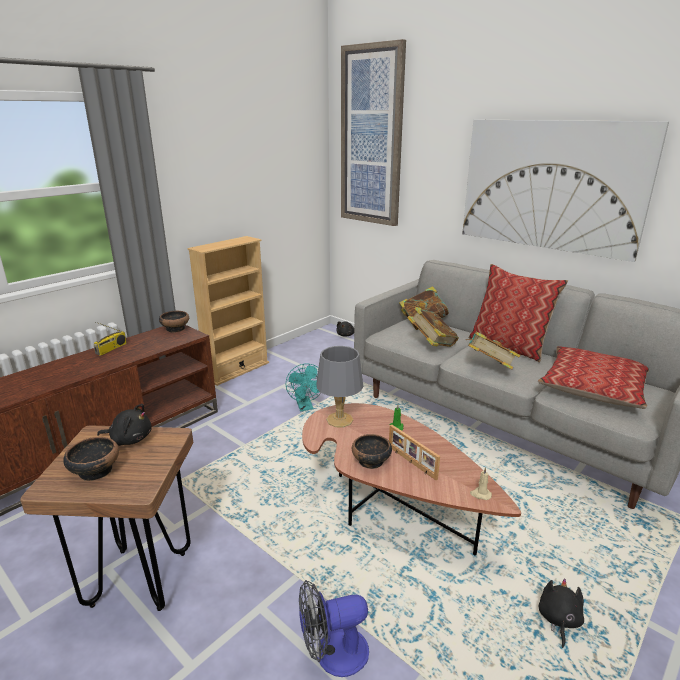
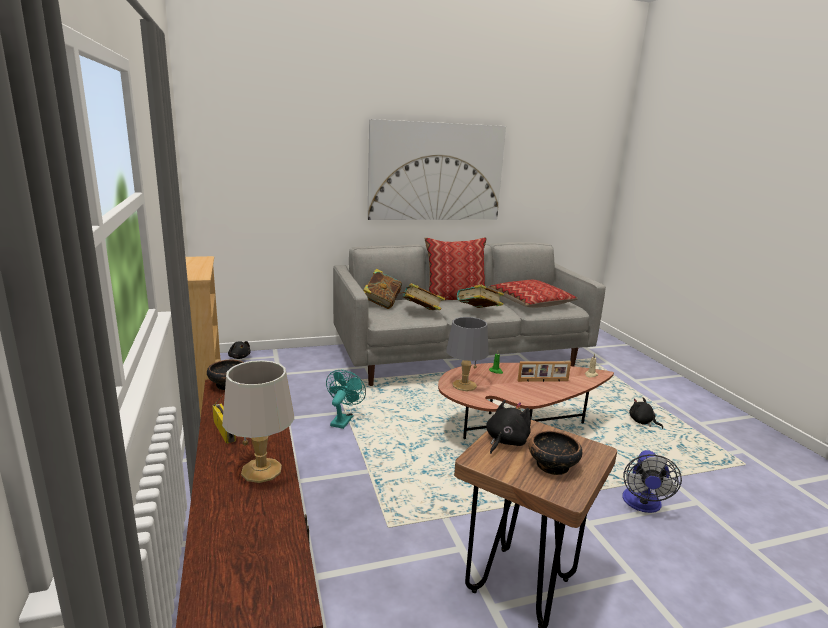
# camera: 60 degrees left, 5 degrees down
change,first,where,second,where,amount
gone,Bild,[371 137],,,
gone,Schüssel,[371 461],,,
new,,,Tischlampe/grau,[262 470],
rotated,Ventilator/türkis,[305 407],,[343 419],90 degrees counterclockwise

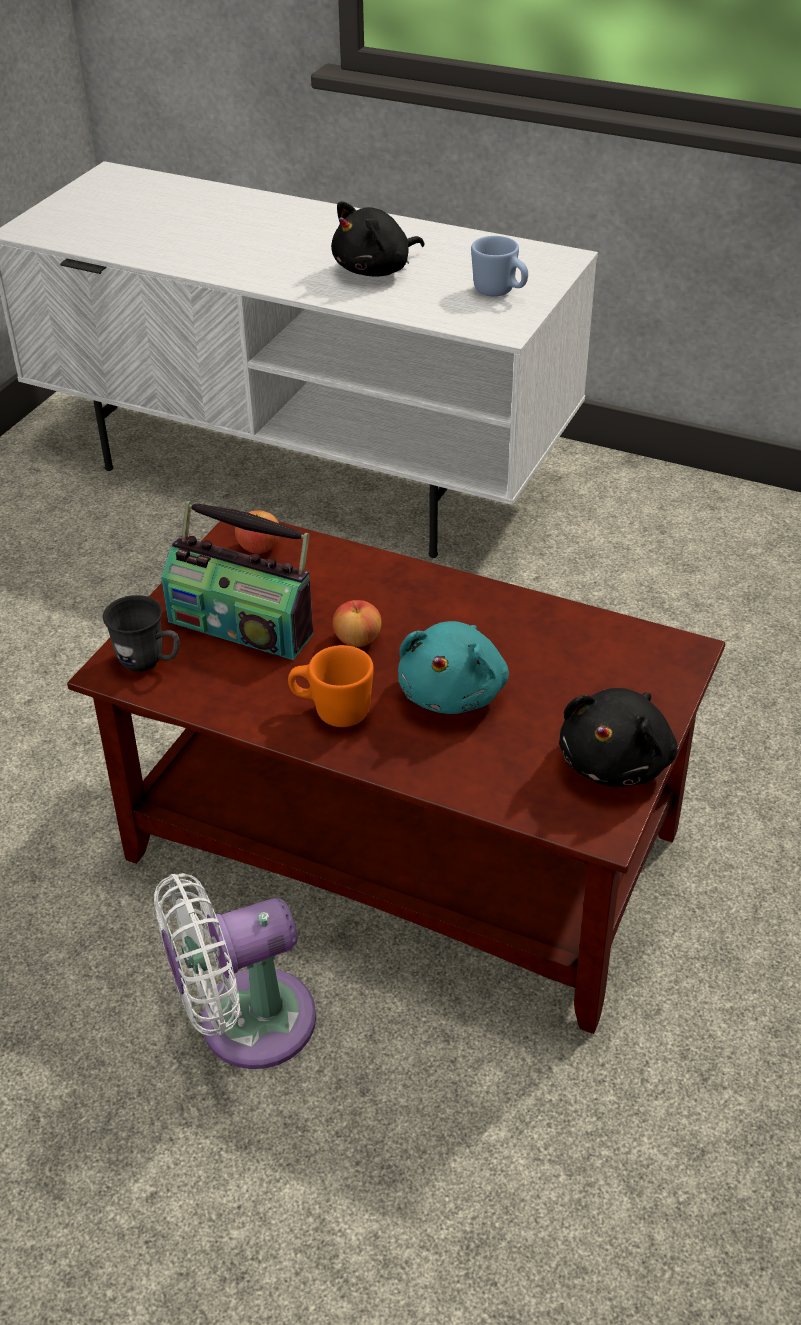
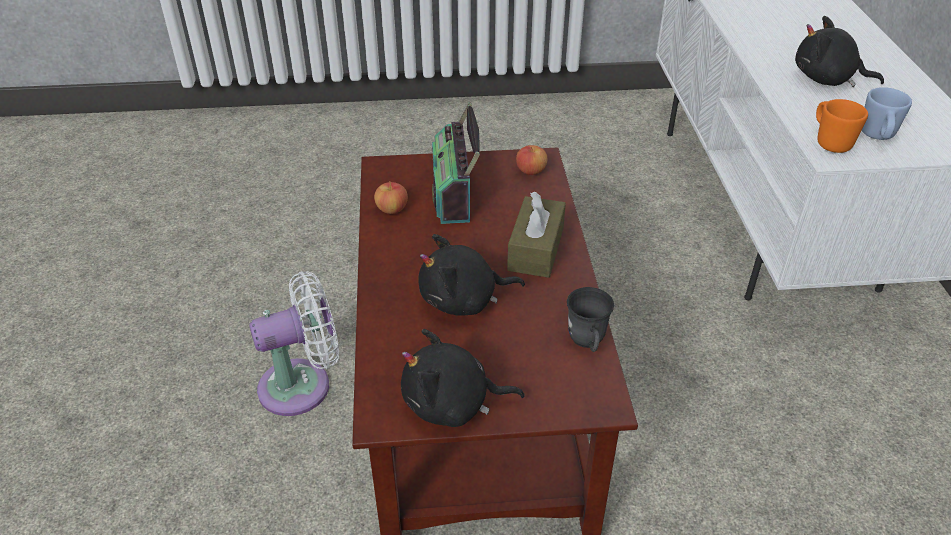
# camera: 60 degrees right, 0 degrees up
change,first,where,second,where,amount
new,,,Taschentuchbox/braun,[536 249],
shifted,Henkelbecher/grau,[149 662],,[587 343],
shifted,Henkelbecher/orange,[332 711],,[829 142],
shifted,Apfel,[357 639],,[392 209],
repainted,Plüschtier/türkis,[454 692],Plüschtier/schwarz,[463 300],
rotated,Ventilator/weiß,[245 1023],,[302 385],120 degrees clockwise

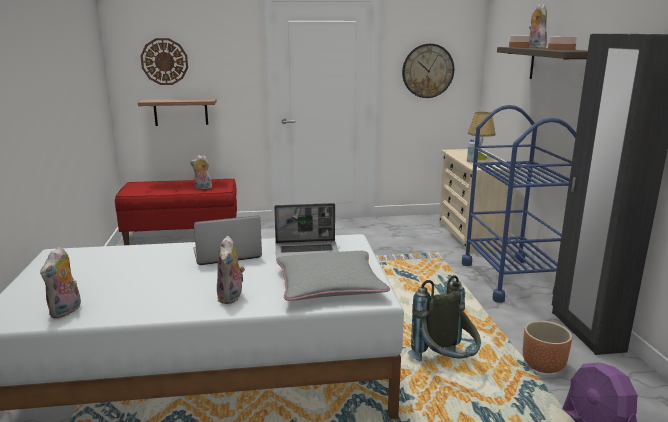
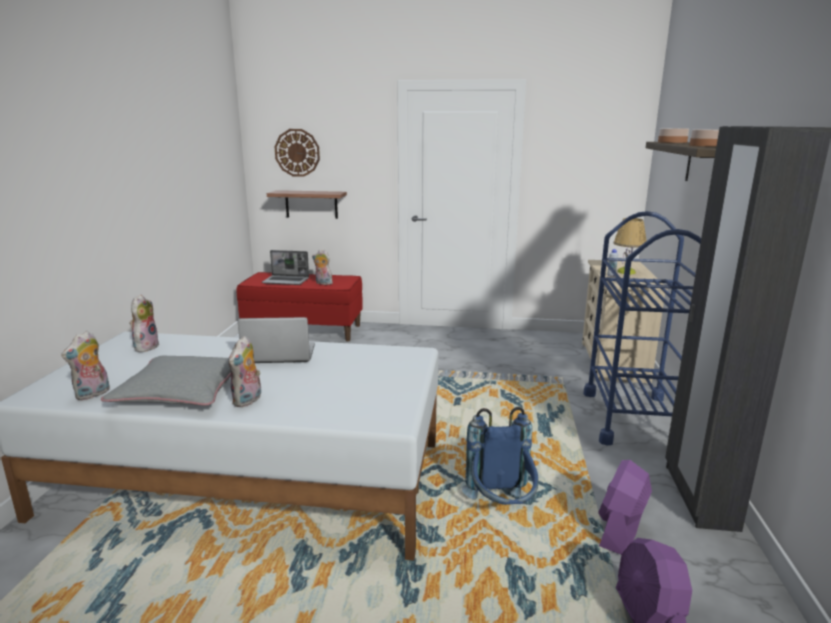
# camera: 15 degrees right, 0 degrees up
change,first,where,second,where,amount
gone,Wanduhr,[427 71],,,
shifted,Laptop,[307 252],,[286 281],
shifted,Kissen/grau,[329 284],,[182 390],
shifted,Plüschtier,[535 48],,[145 346],
swapped,Pflanzkübel/braun,[543 365],Ventilator/lila,[620 530],
repainted,Rucksack/grau,[446 365],Rucksack/blau,[501 509],

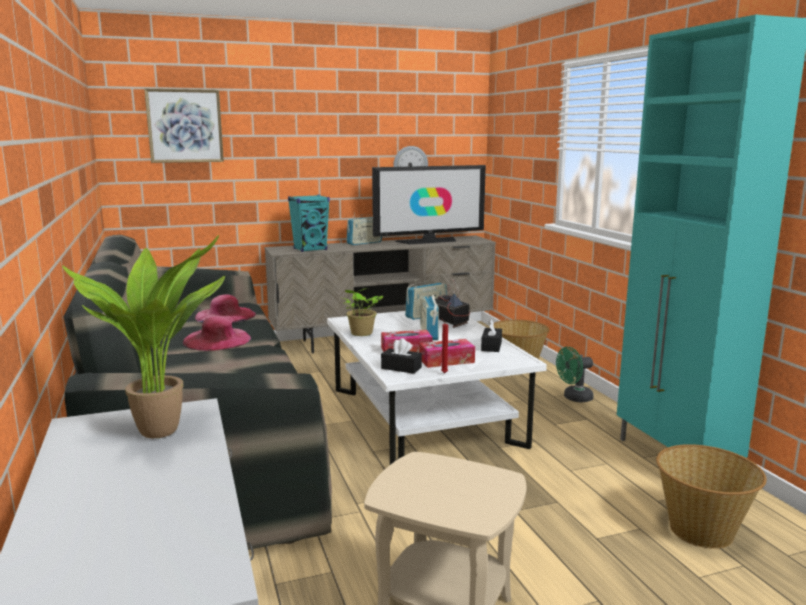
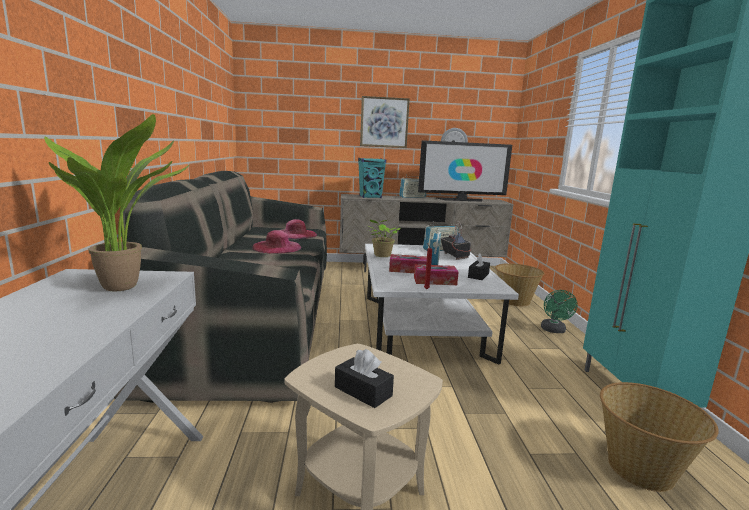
# camera: 15 degrees right, 0 degrees up
change,first,where,second,where,amount
shifted,Bild,[185 126],,[384 122],
shifted,Taschentuchbox/schwarz,[401 368],,[363 391],
rotated,Ventilator/grün,[574 398],,[554 331],75 degrees counterclockwise

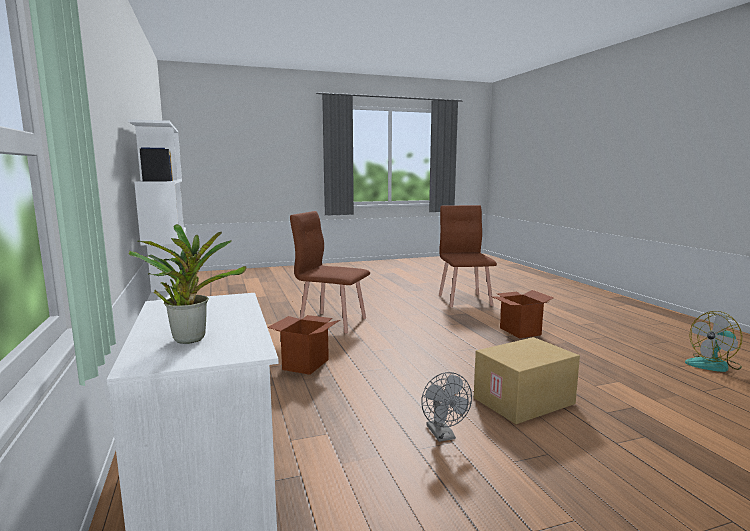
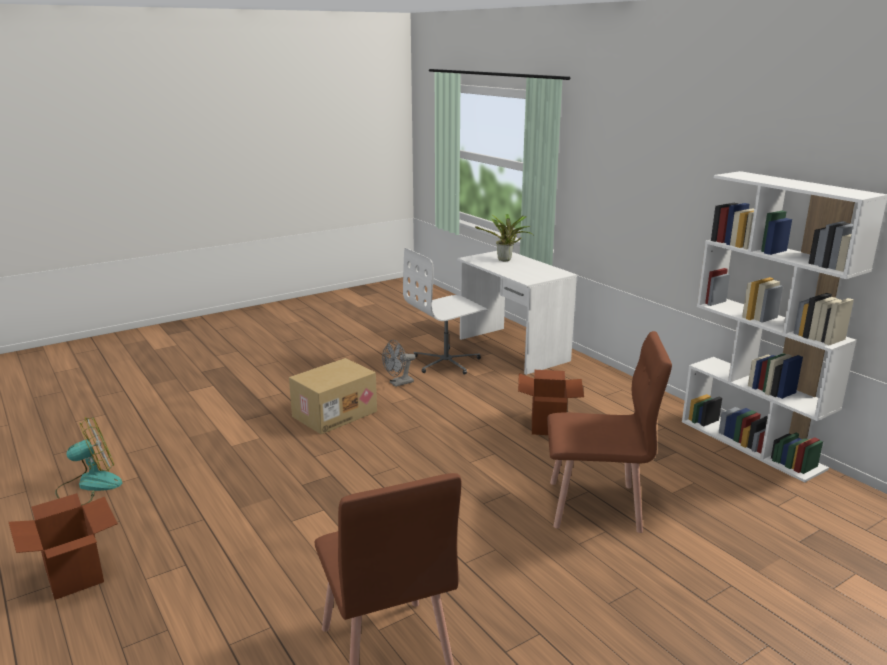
# camera: 165 degrees right, 10 degrees up
change,first,where,second,where,amount
new,,,Bürostuhl/weiß,[446 362],
shifted,Karton,[519 331],,[74 575],
rotated,Ventilator/grau,[443 435],,[398 383],90 degrees counterclockwise

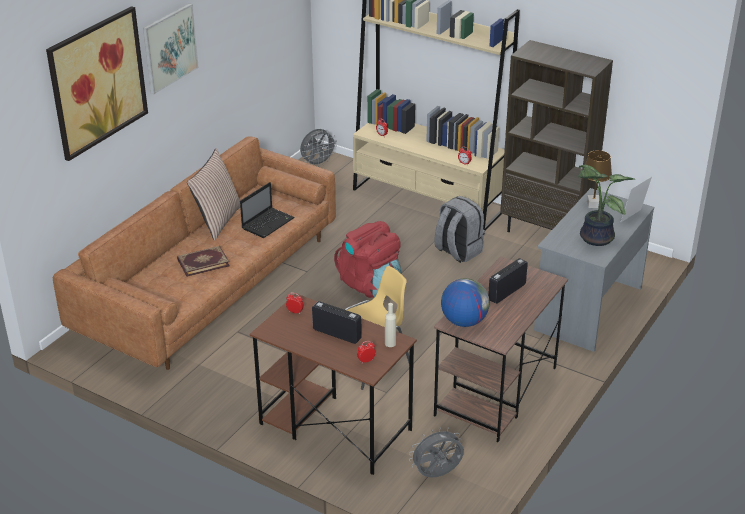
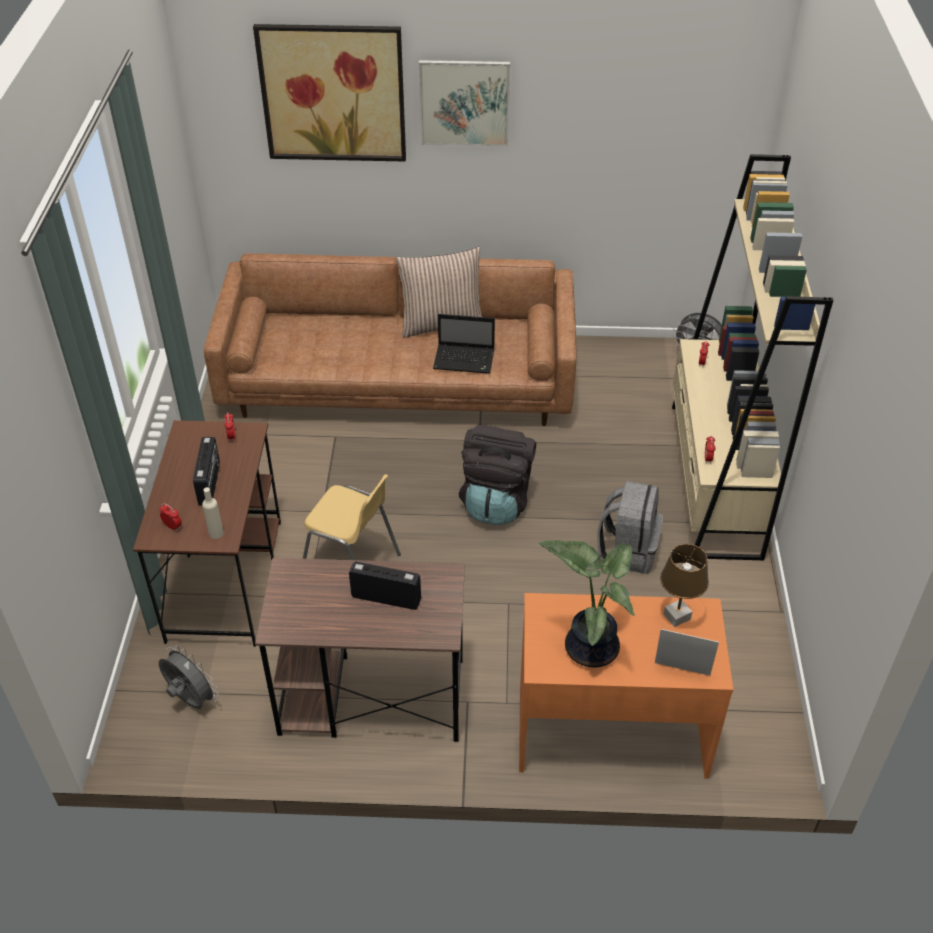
# camera: 60 degrees right, 10 degrees up
change,first,where,second,where,amount
gone,Buch,[203 262],,,
gone,Globus,[464 321],,,
gone,Bücherregal/braun,[546 233],,,
repainted,Rucksack/rot,[370 284],Rucksack/schwarz,[496 501],
repainted,Schreibtisch/grau,[587 308],Schreibtisch/orange,[610 730],

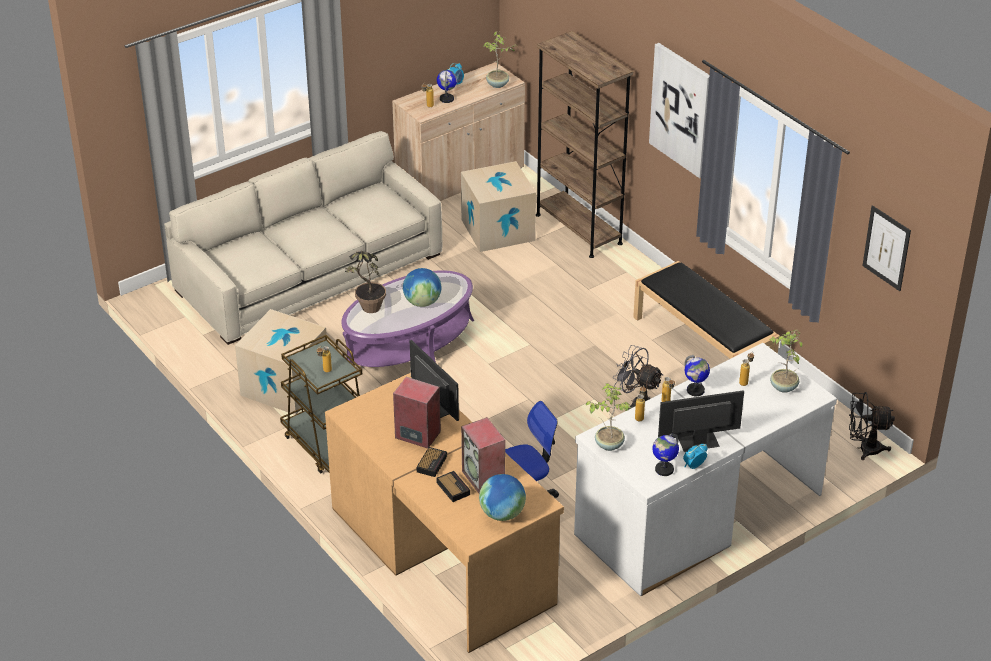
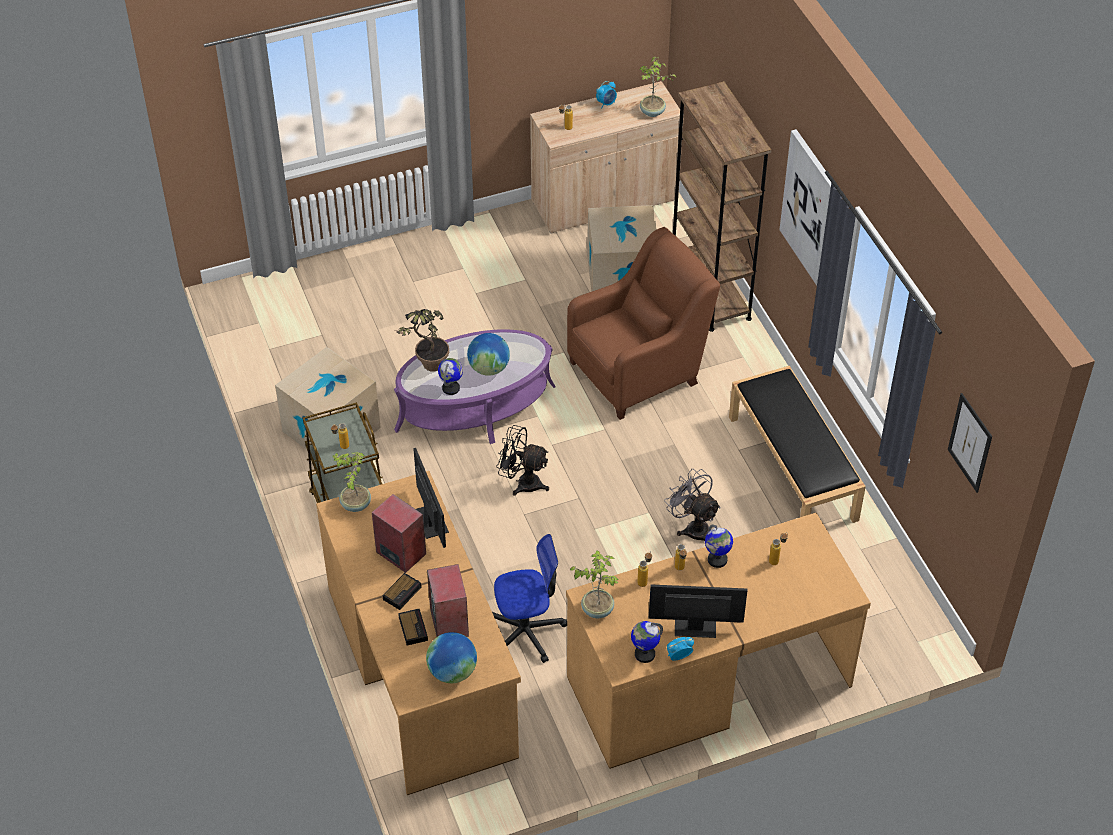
# camera: 15 degrees right, 10 degrees up
change,first,where,second,where,amount
gone,Sofa/beige,[310 272],,,
new,,,Sessel/braun,[639 370],
shifted,Globus,[447 99],,[451 388],
shifted,Topfpflanze,[783 387],,[355 504],
shifted,Ventilator/schwarz,[864 448],,[522 482],
repainted,Schreibtisch/weiß,[697 513],Schreibtisch/braun,[708 679],

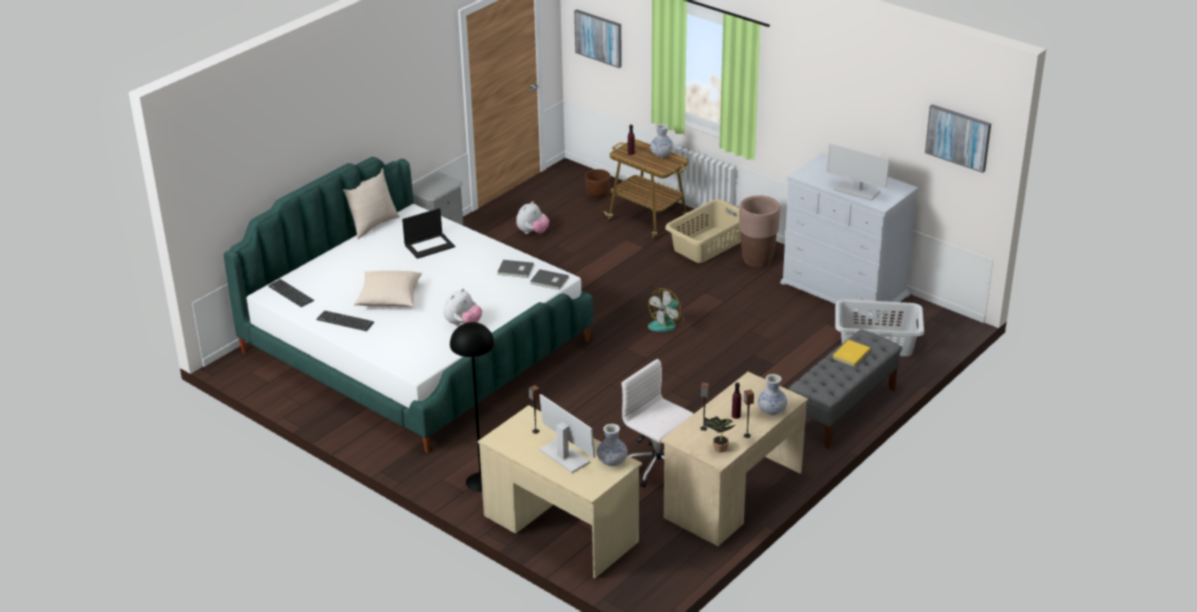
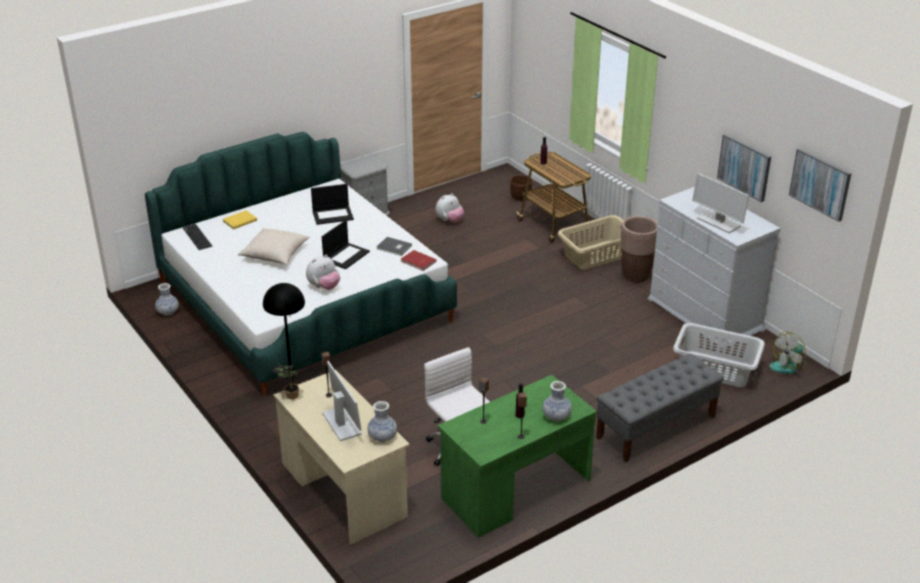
# camera: 15 degrees right, 0 degrees up
change,first,where,second,where,amount
gone,Tastatur,[345 321],,,
gone,Kissen/beige,[372 225],,,
new,,,Laptop,[346 256],
shifted,Bild,[599 38],,[744 167],
shifted,Ventilator,[666 323],,[788 366],
shifted,Vase,[661 154],,[168 312],
shifted,Topfpflanze,[718 448],,[290 395],
shifted,Buch/gelb,[850 354],,[239 220],
repainted,Buch/grau,[549 281],Buch/rot,[418 262],
repainted,Schreibtisch/beige,[733 495],Schreibtisch/grün,[515 490],

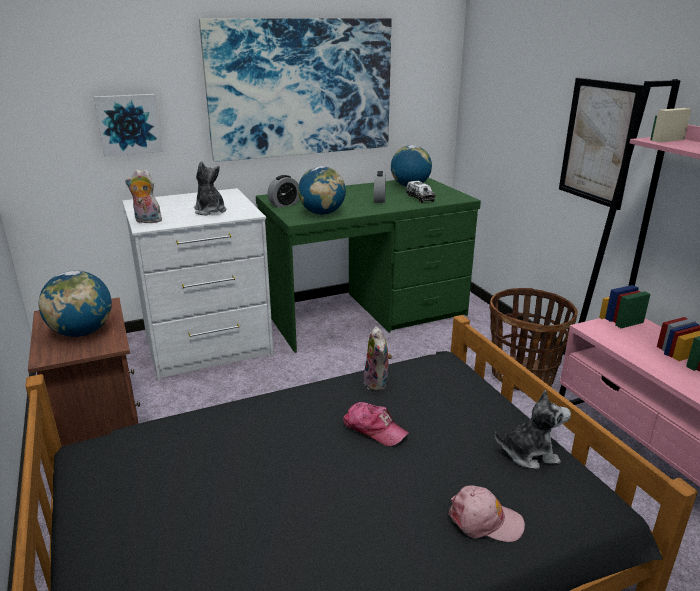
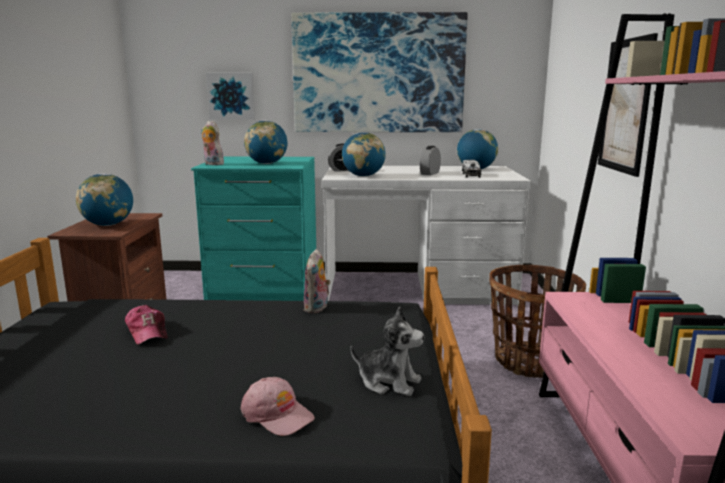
# camera: 25 degrees right, 10 degrees down
change,first,where,second,where,amount
shifted,Kappe,[374 429],,[148 332],
swapped,Plüschtier,[210 211],Globus,[267 163],
repainted,Kommode/weiß,[207 344],Kommode/türkis,[264 287],
repainted,Schreibtisch/grün,[366 313],Schreibtisch/weiß,[419 288],

